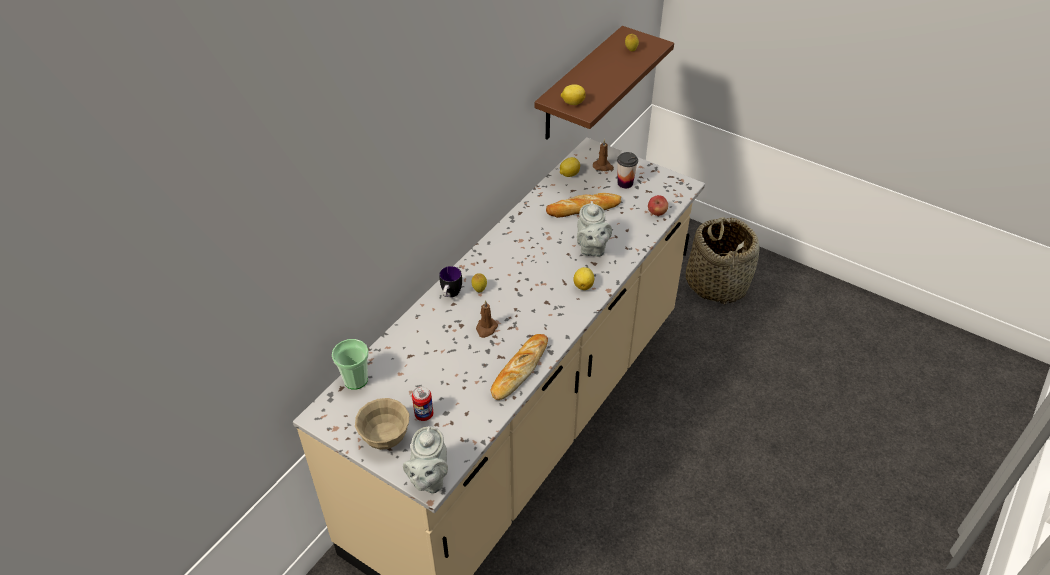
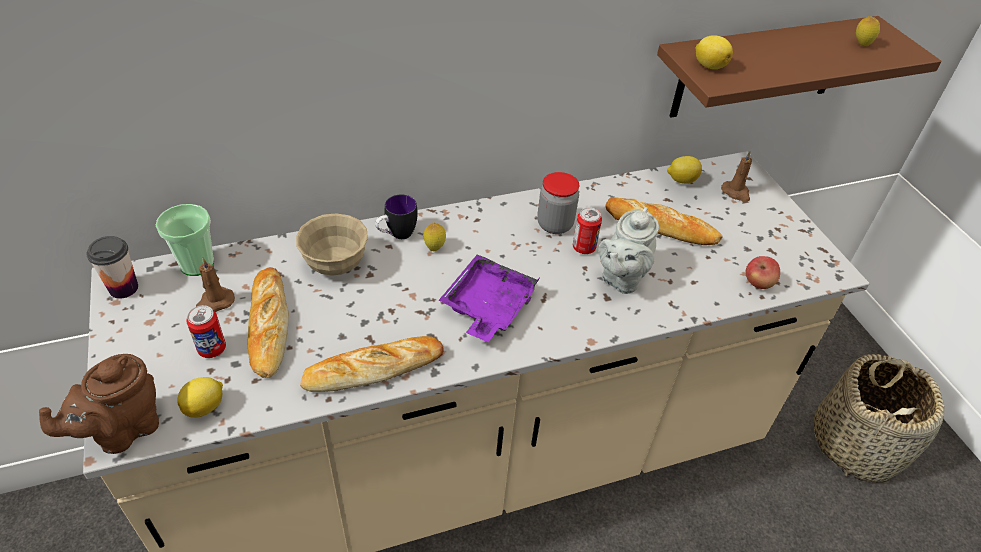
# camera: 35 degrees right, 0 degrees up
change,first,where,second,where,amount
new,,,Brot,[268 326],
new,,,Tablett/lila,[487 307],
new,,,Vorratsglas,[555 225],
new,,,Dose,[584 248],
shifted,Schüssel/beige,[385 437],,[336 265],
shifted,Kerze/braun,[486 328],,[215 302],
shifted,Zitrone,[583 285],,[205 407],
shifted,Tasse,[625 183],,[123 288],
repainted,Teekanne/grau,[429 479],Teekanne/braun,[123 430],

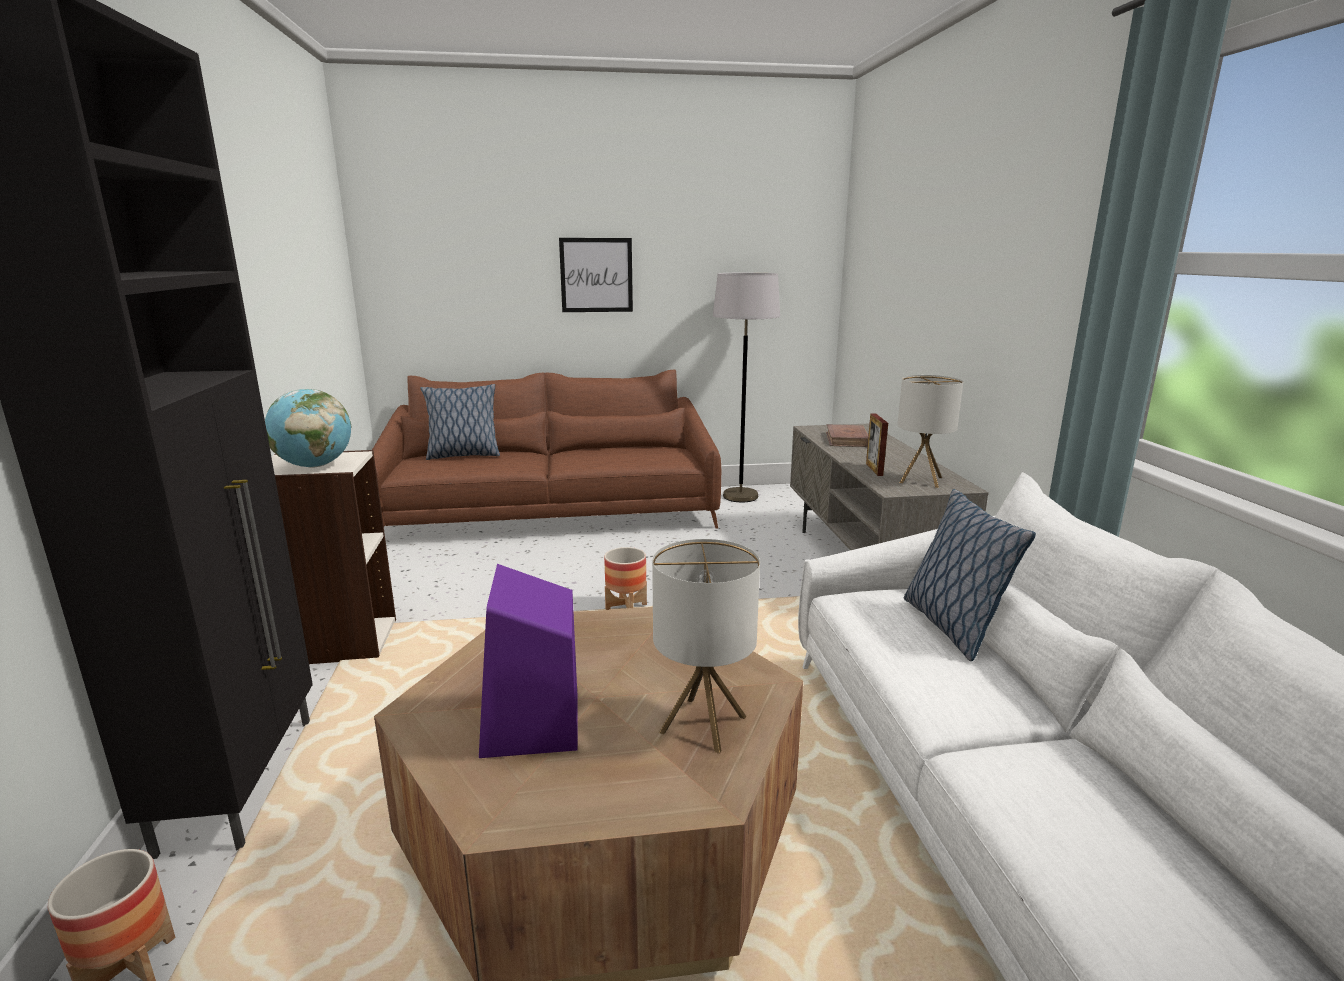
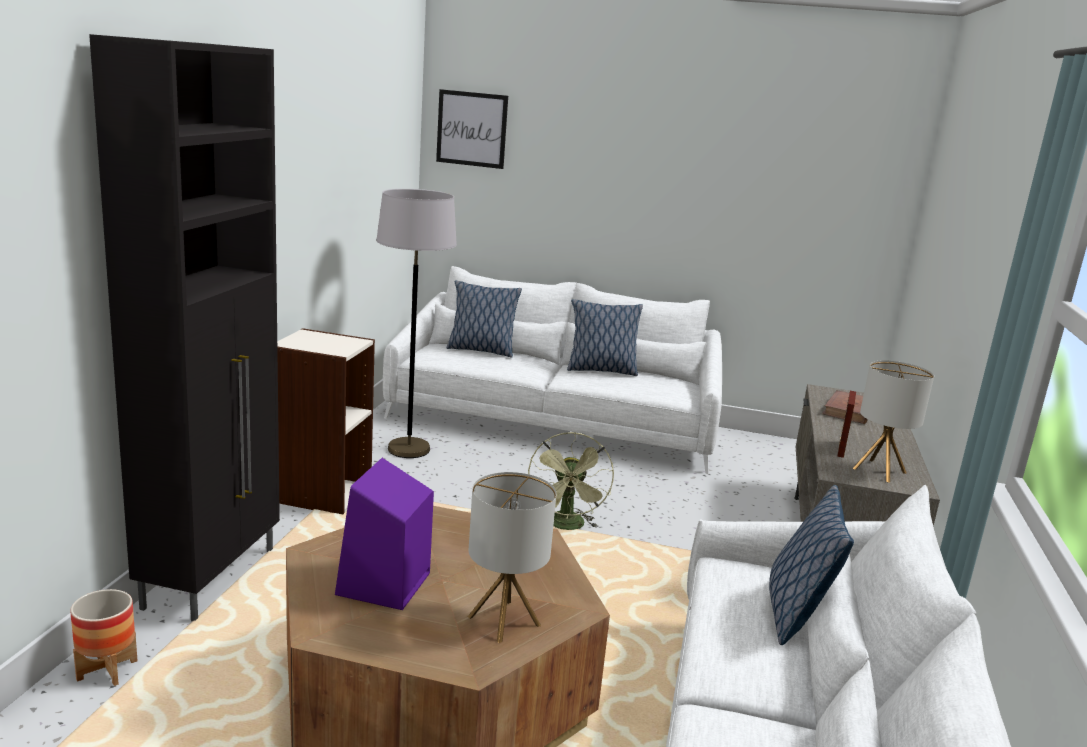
# camera: 20 degrees right, 0 degrees up
change,first,where,second,where,amount
gone,Globus,[314 466],,,
new,,,Kissen,[601 370],
shifted,Bild,[596 275],,[472 129],
shifted,Stehlampe/grau,[740 496],,[409 449],
swapped,Pflanzkübel,[626 607],Ventilator/grün,[567 526],
repainted,Sofa/braun,[551 515],Sofa/weiß,[554 423],

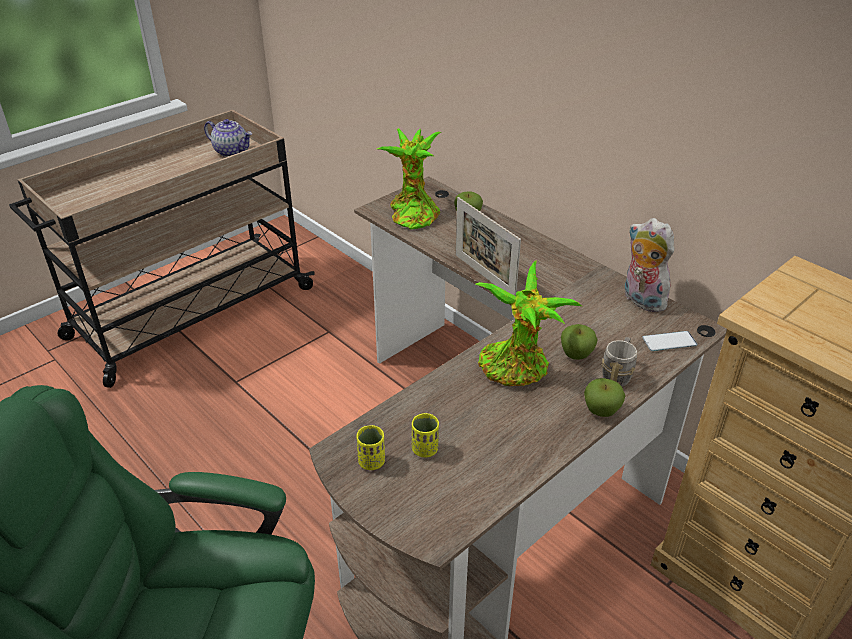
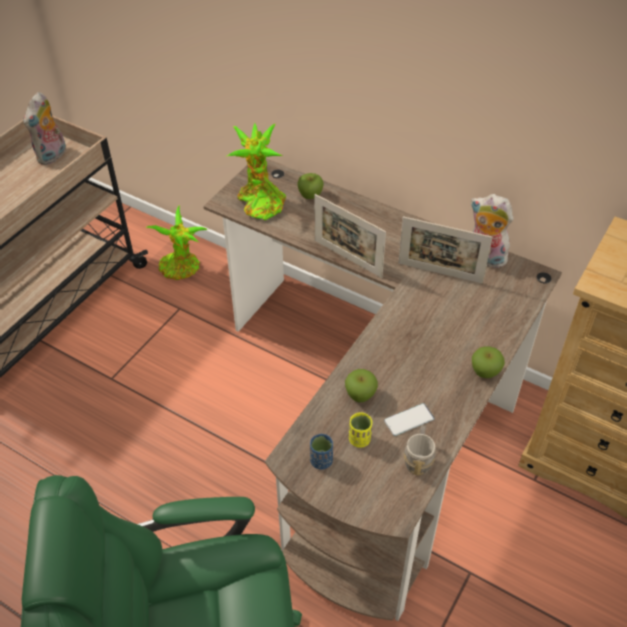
# camera: 15 degrees left, 10 degrees up
change,first,where,second,where,amount
new,,,Bilderrahmen,[440 273],
shifted,Topfpflanze,[516 370],,[182 269],
shifted,Apfel,[576 355],,[360 395],
shifted,Henkelbecher/grau,[617 374],,[418 459],
shifted,Handy,[669 341],,[409 420],
swapped,Teekanne,[232 151],Plüschtier,[53 156],
repainted,Tasse/gelb,[371 462],Tasse/blau,[321 461],

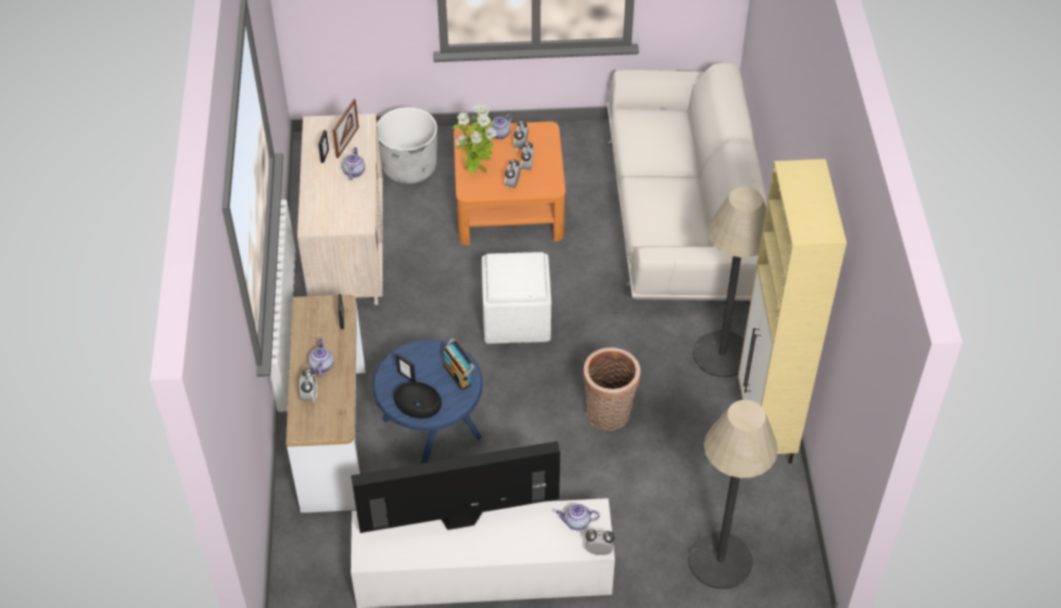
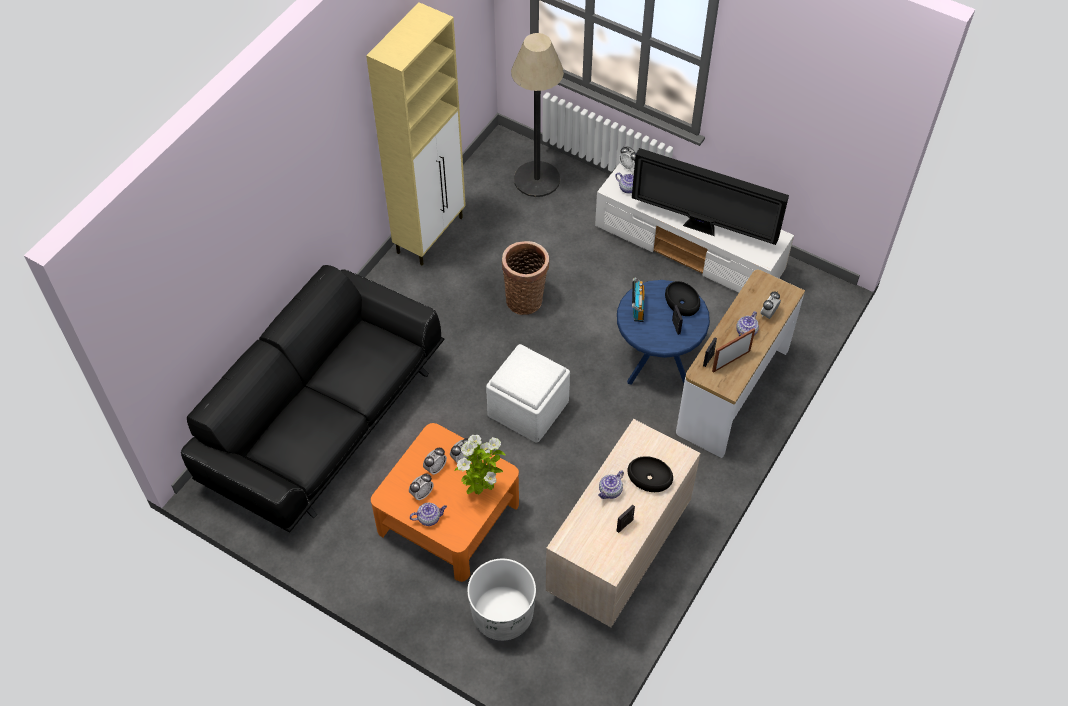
# camera: 145 degrees left, 5 degrees up
change,first,where,second,where,amount
gone,Stehlampe,[722 354],,,
new,,,Schüssel/schwarz,[650 477],
shifted,Bilderrahmen,[347 142],,[731 361],
repainted,Sofa/weiß,[681 216],Sofa/schwarz,[323 419],

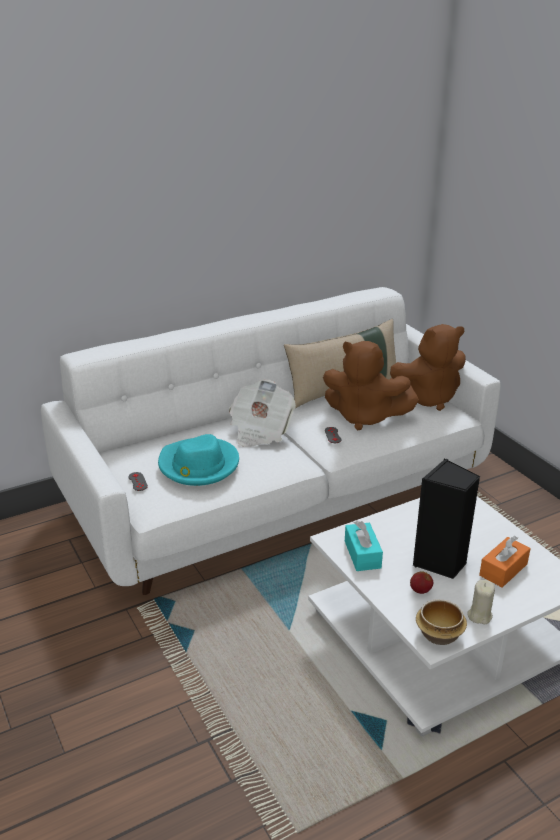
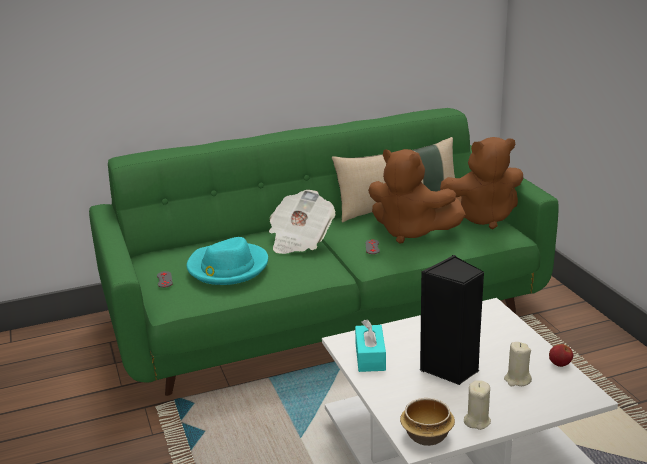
# camera: 10 degrees right, 5 degrees down
change,first,where,second,where,amount
shifted,Apfel,[420 590],,[560 364],
swapped,Taschentuchbox/orange,[503 570],Kerze/beige,[517 380],
repainted,Sofa/weiß,[279 496],Sofa/grün,[327 314],

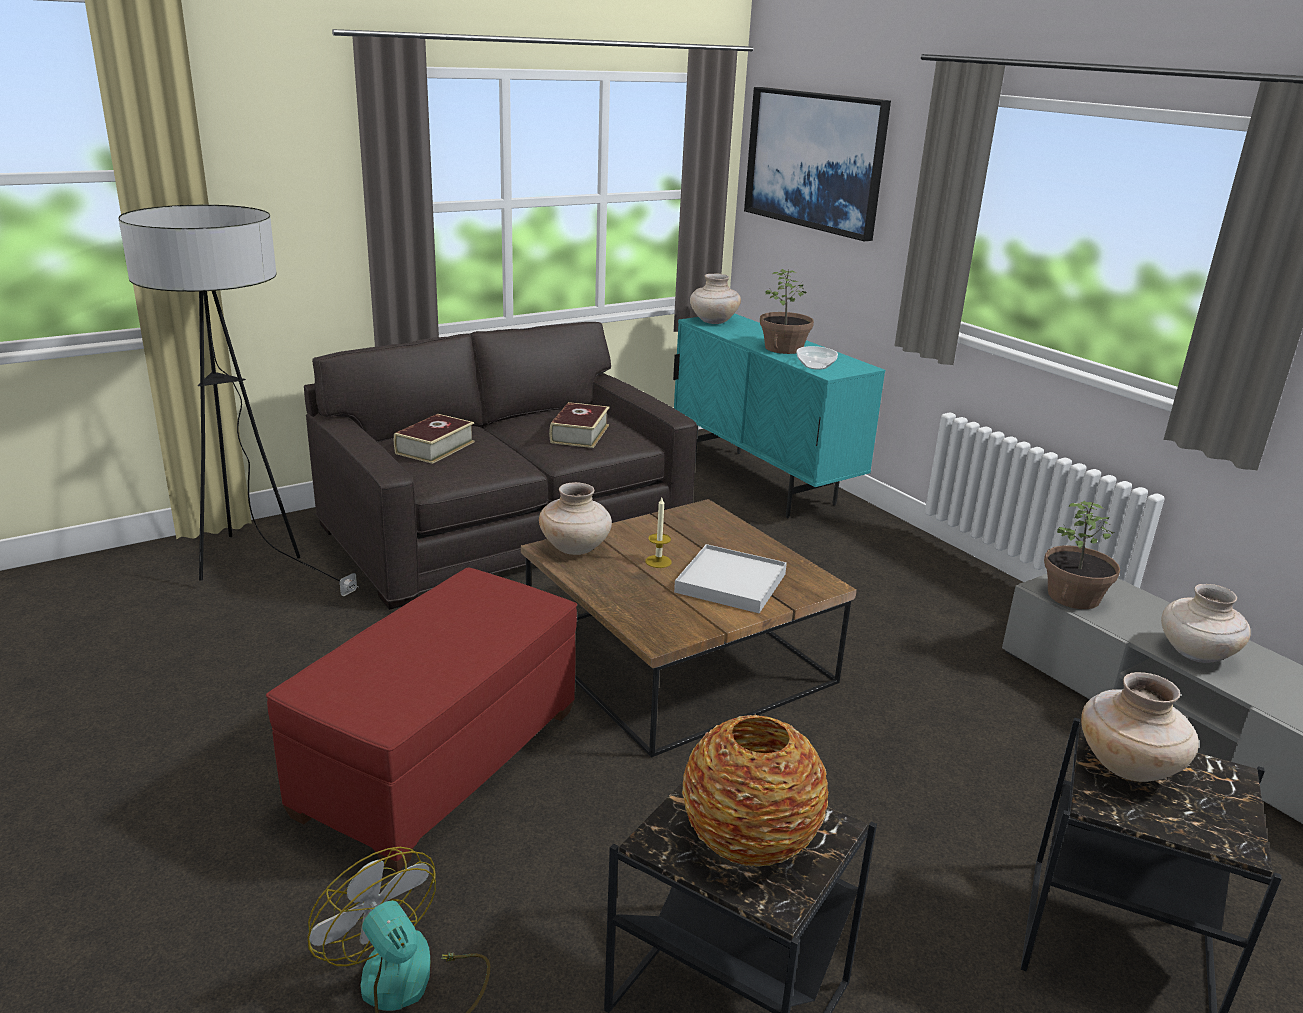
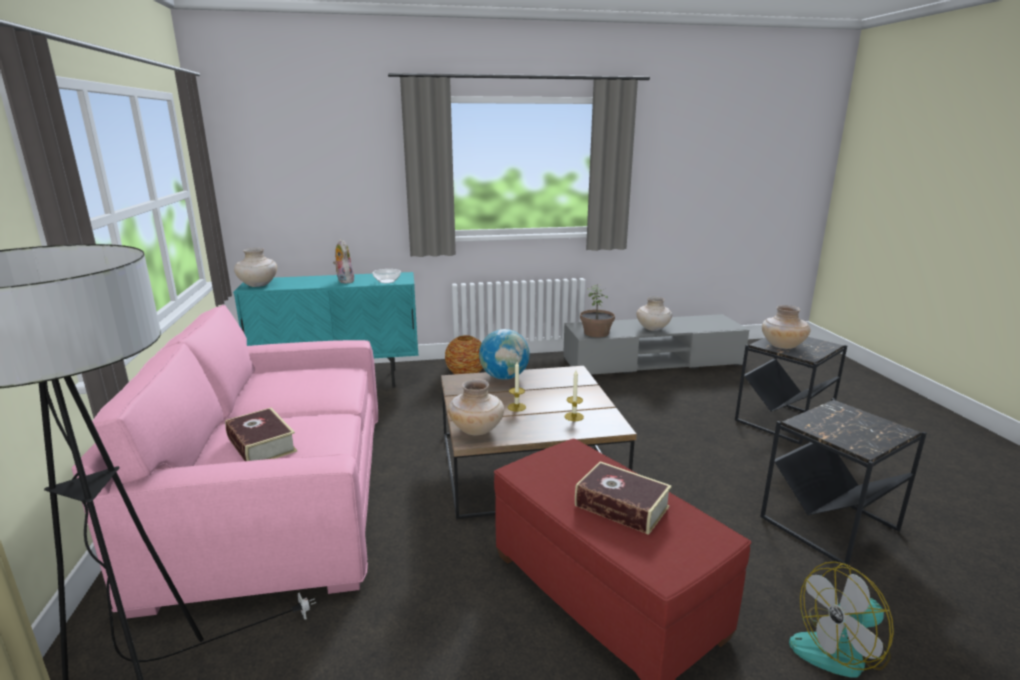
# camera: 65 degrees left, 5 degrees down
change,first,where,second,where,amount
gone,Tablett/weiß,[730 583],,,
gone,Bild,[815 160],,,
new,,,Globus,[504 377],
new,,,Kerze,[574 416],
shifted,Buch,[579 434],,[621 506],
shifted,Vase,[748 842],,[466 374],
swapped,Topfpflanze,[784 348],Plüschtier,[344 281],
repainted,Sofa/grau,[505 527],Sofa/rosa,[278 496],

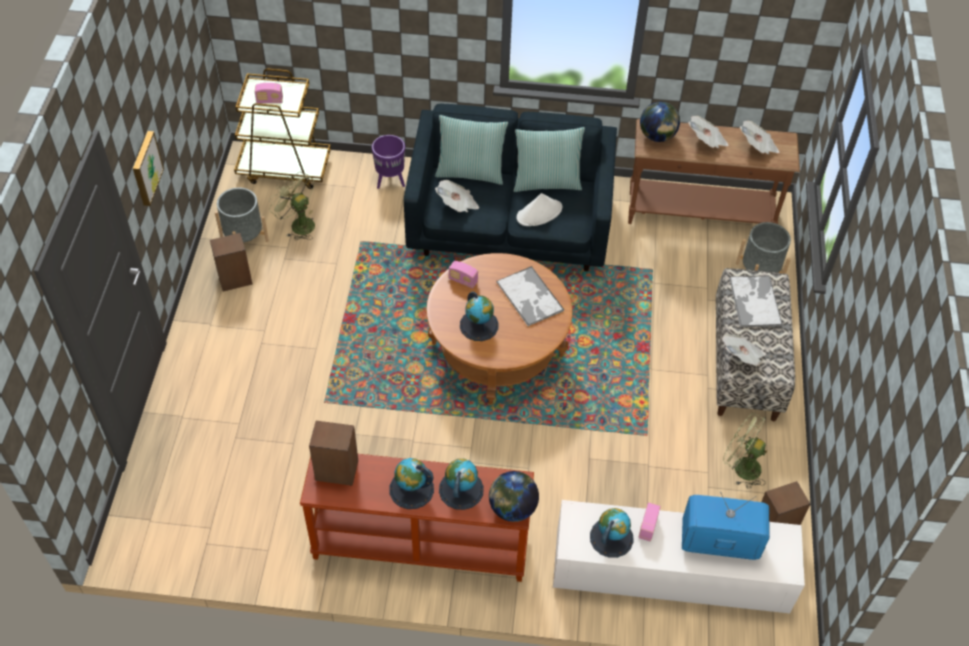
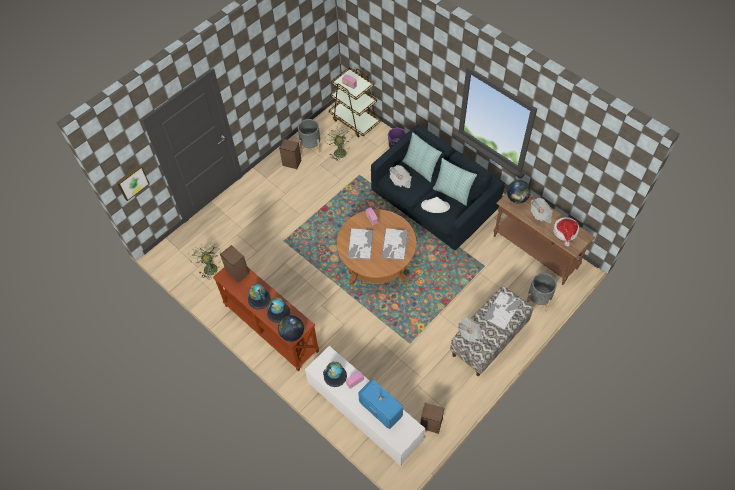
# camera: 40 degrees right, 5 degrees up
change,first,where,second,where,amount
shifted,Bild,[145 168],,[132 182],
shifted,Ventilator/grün,[741 467],,[209 267],
swapped,Globus,[479 325],Tablett,[360 244],
swapped,Zeitung,[757 147],Hut,[565 232],

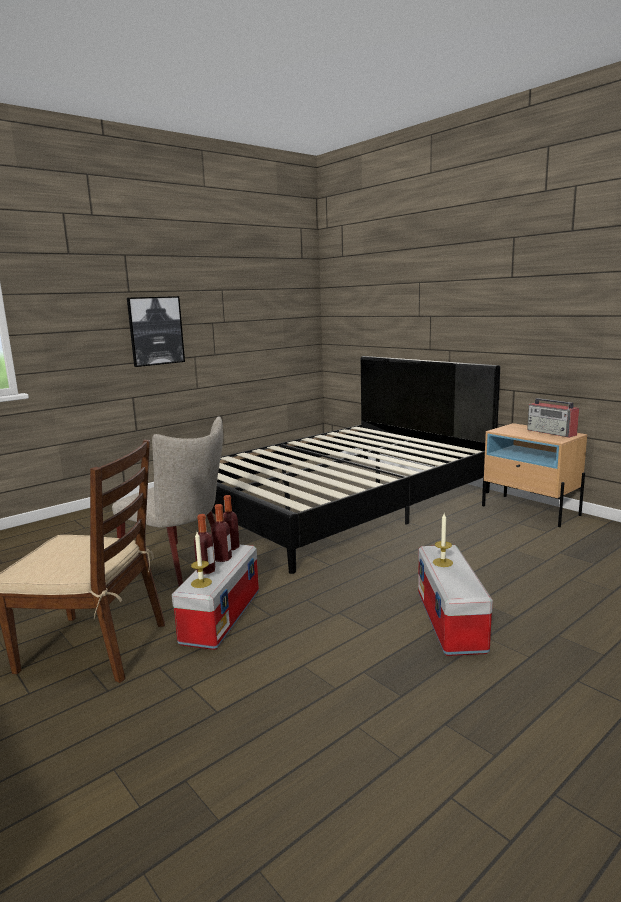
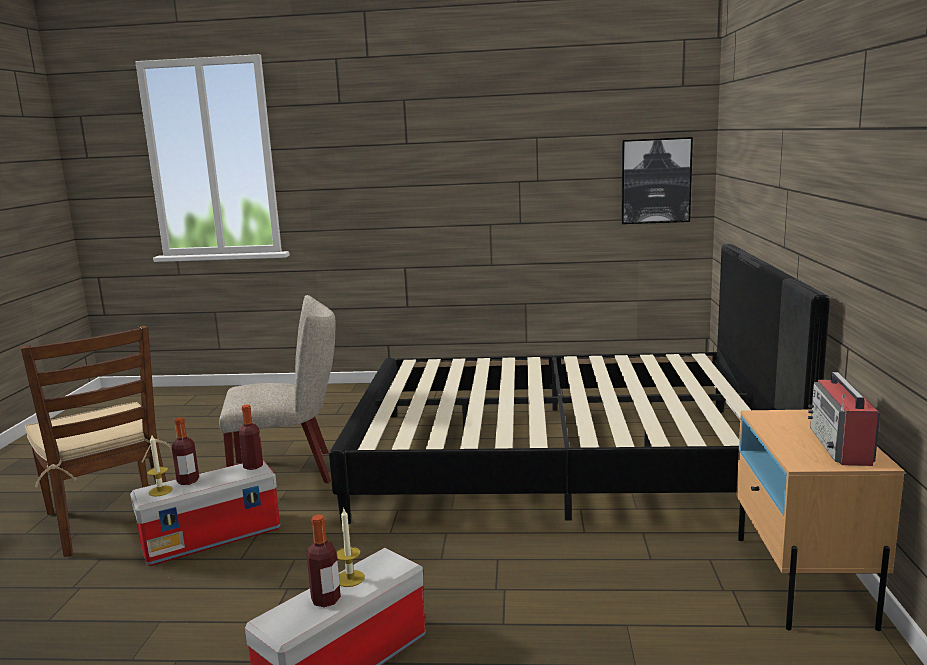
# camera: 45 degrees right, 0 degrees up
change,first,where,second,where,amount
shifted,Bild,[155 331],,[655 181],
shifted,Flasche,[222 558],,[326 600],
rotated,Stuhl/beige,[181 565],,[289 471],90 degrees counterclockwise

